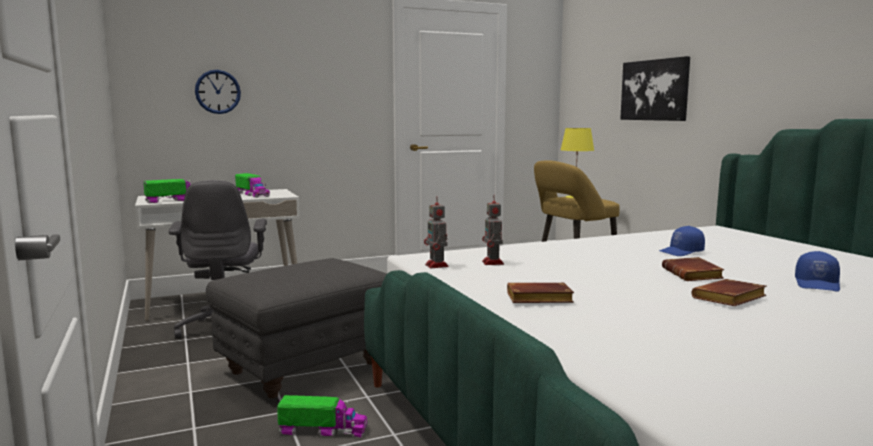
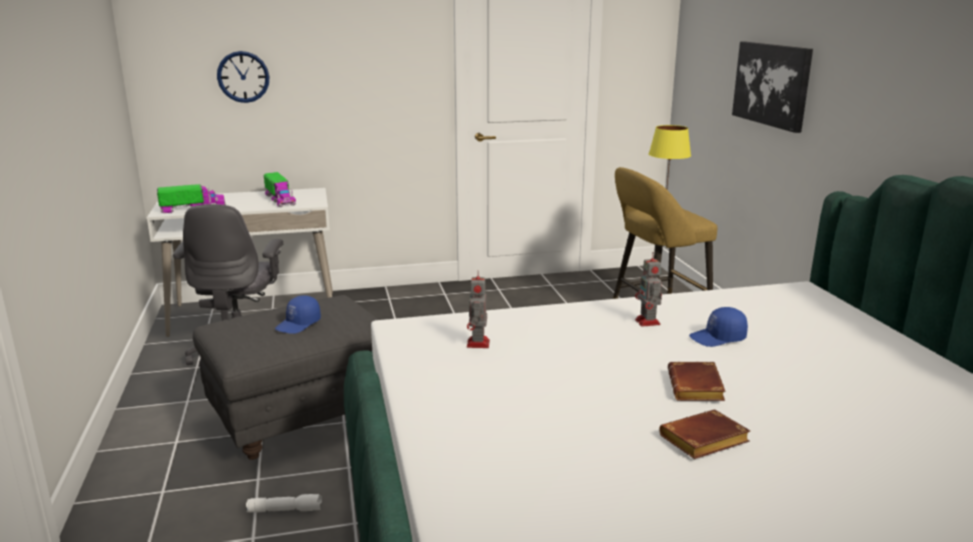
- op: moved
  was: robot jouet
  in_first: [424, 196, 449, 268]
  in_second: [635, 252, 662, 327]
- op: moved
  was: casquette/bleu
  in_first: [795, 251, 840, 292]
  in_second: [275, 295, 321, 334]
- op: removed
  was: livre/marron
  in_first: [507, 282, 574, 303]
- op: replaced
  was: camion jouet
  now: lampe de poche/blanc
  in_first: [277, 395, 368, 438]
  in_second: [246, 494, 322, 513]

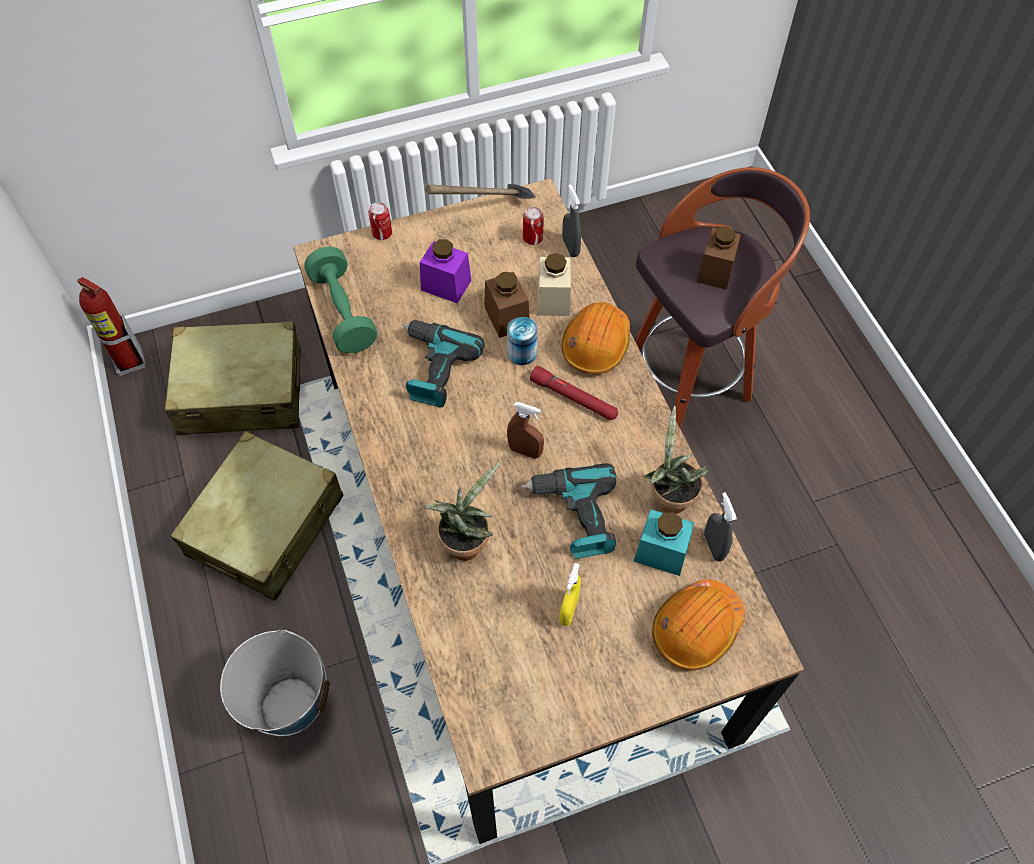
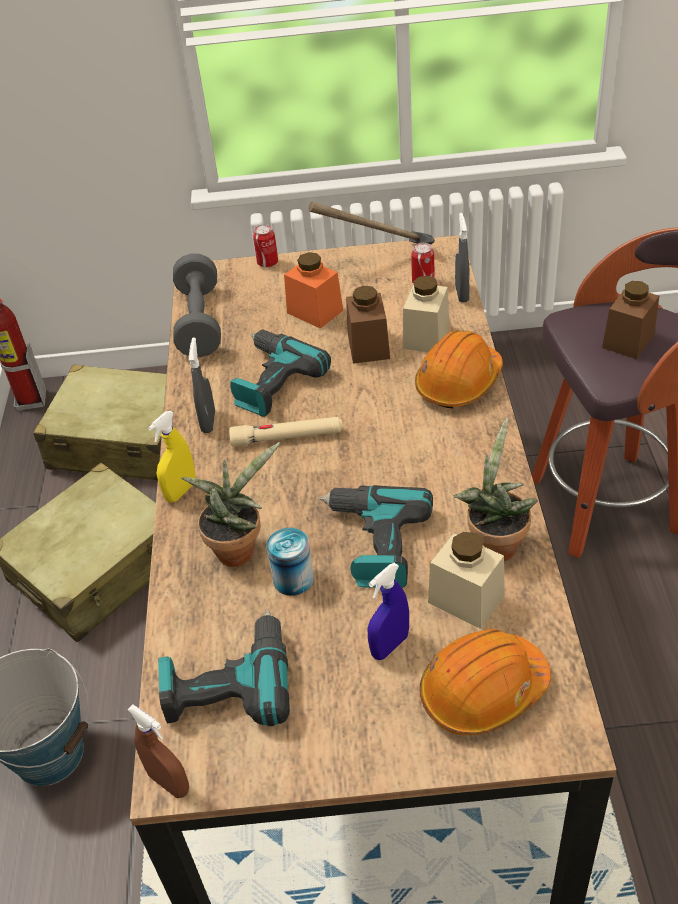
- op: recoloured
  was: bocal/violet
  now: bocal/orange
  in_first: [420, 239, 471, 304]
  in_second: [284, 252, 343, 329]
- op: recoloured
  was: haltère/vert
  now: haltère/gris
  in_first: [304, 246, 377, 353]
  in_second: [173, 254, 221, 357]
- op: moved
  was: boîte métallique
  in_first: [507, 317, 538, 365]
  in_second: [266, 528, 314, 596]
- op: removed
  was: lampe de poche/rouge
  in_first: [530, 366, 618, 420]
- op: moved
  was: vaporisateur/marron
  in_first: [507, 402, 544, 459]
  in_second: [128, 705, 189, 798]
- op: moved
  was: vaporisateur/gris
  in_first: [704, 492, 737, 561]
  in_second: [189, 338, 215, 433]
- op: recoloured
  was: bocal/turquoise
  now: bocal/beige
  in_first: [634, 509, 694, 576]
  in_second: [428, 532, 505, 629]
- op: moved
  was: vaporisateur/jaune
  in_first: [559, 563, 581, 626]
  in_second: [148, 411, 196, 503]
- op: added
  now: lampe de poche/beige
  in_second: [229, 417, 343, 447]
- op: added
  now: vaporisateur/bleu
  in_second: [367, 563, 409, 660]
- op: added
  now: perceuse
  in_second: [158, 609, 290, 726]

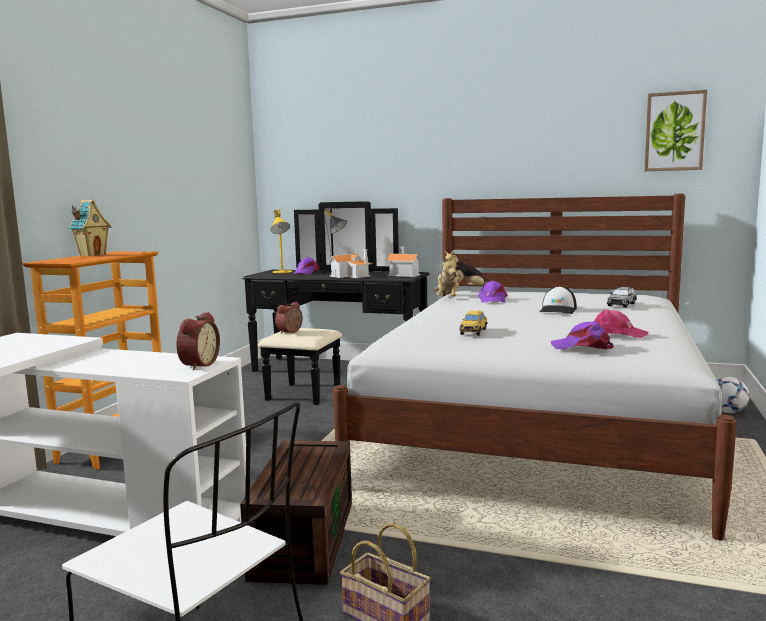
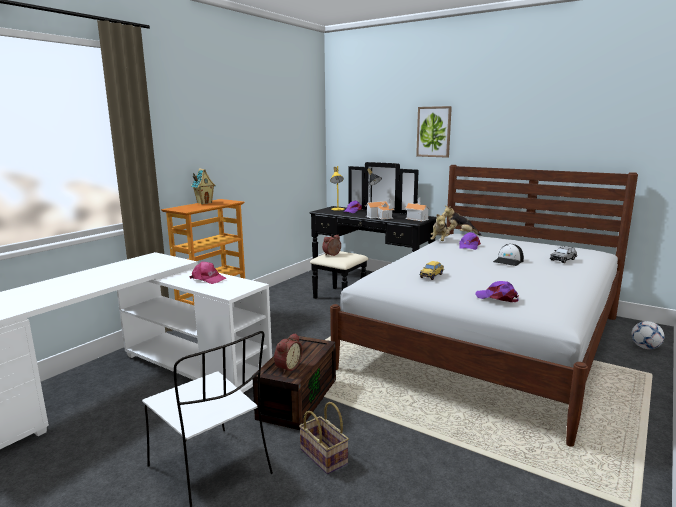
- op: moved
  was: tableau
  in_first: [644, 90, 707, 171]
  in_second: [416, 106, 452, 158]
- op: moved
  was: casquette/rose
  in_first: [595, 309, 648, 338]
  in_second: [189, 262, 227, 284]
- op: moved
  was: réveil
  in_first: [176, 312, 220, 370]
  in_second: [274, 333, 302, 374]

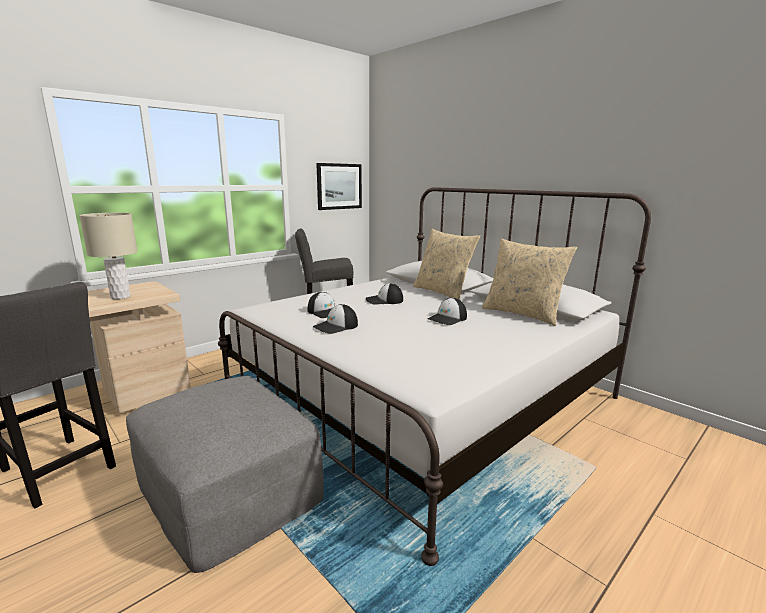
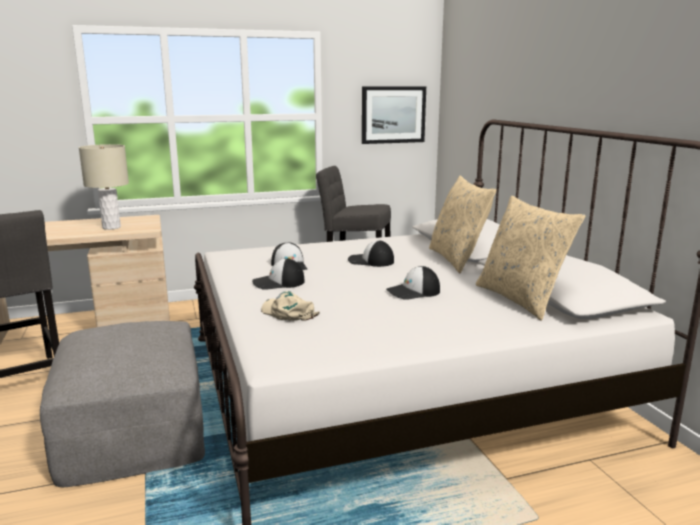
- op: added
  now: casquette/beige
  in_second: [261, 291, 320, 321]

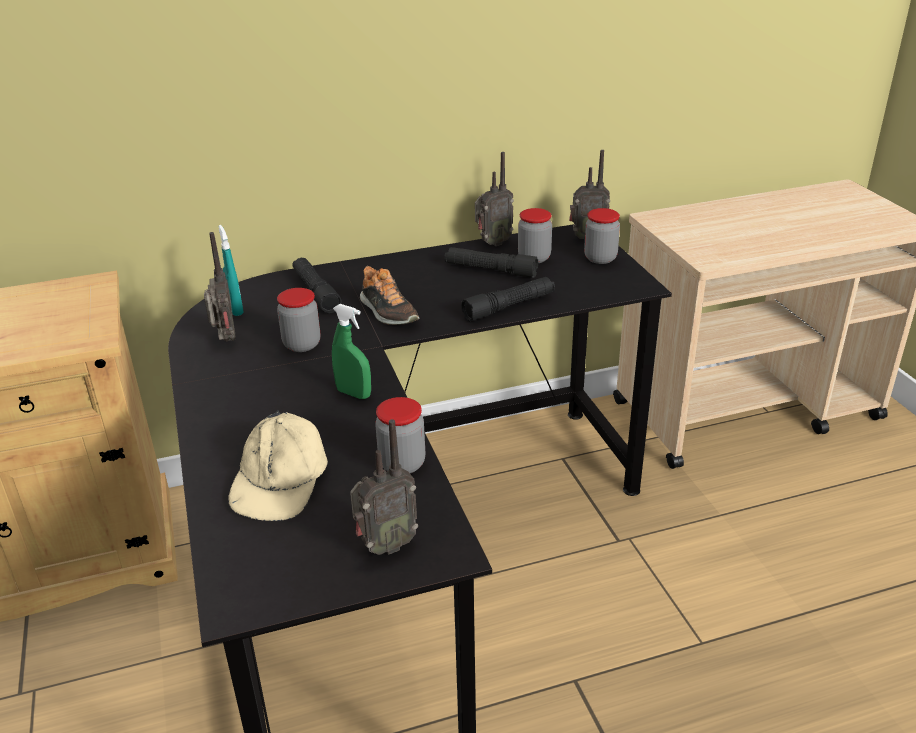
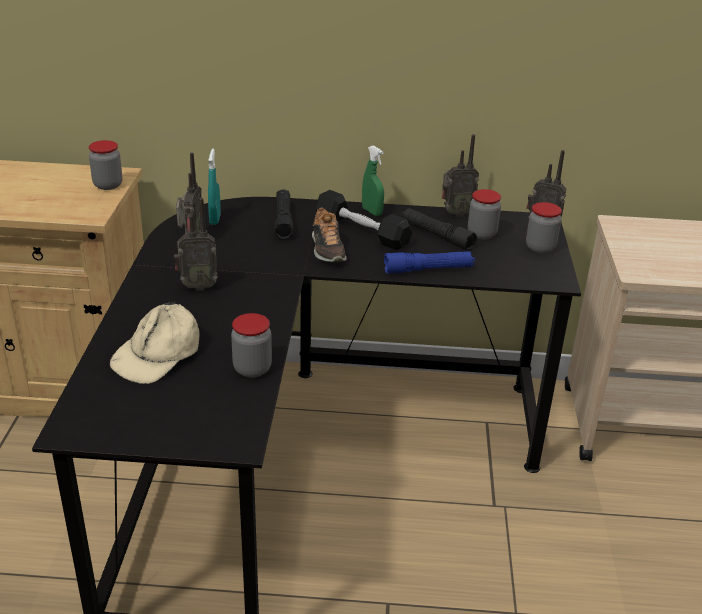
- op: recoloured
  was: lampe de poche/noir
  now: lampe de poche/bleu
  in_first: [461, 277, 555, 321]
  in_second: [384, 251, 475, 273]
- op: moved
  was: bocal
  in_first: [277, 288, 320, 352]
  in_second: [89, 140, 123, 190]
- op: moved
  was: vaporisateur/vert
  in_first: [332, 304, 371, 399]
  in_second: [362, 146, 384, 216]
- op: moved
  was: radio
  in_first: [350, 419, 418, 555]
  in_second: [174, 198, 218, 291]
- op: added
  now: haltère/noir
  in_second: [315, 190, 412, 250]

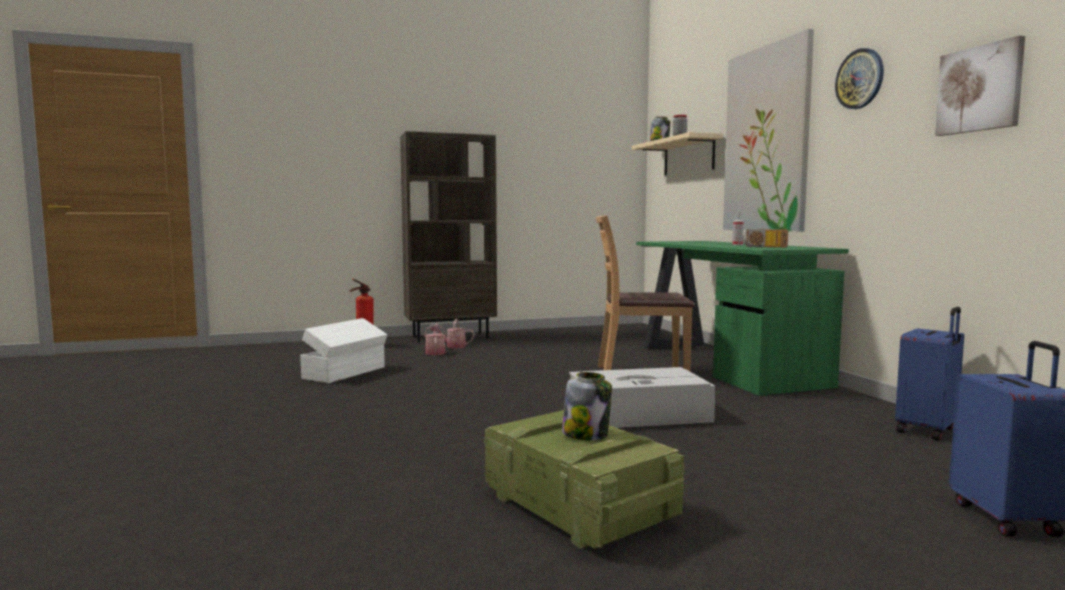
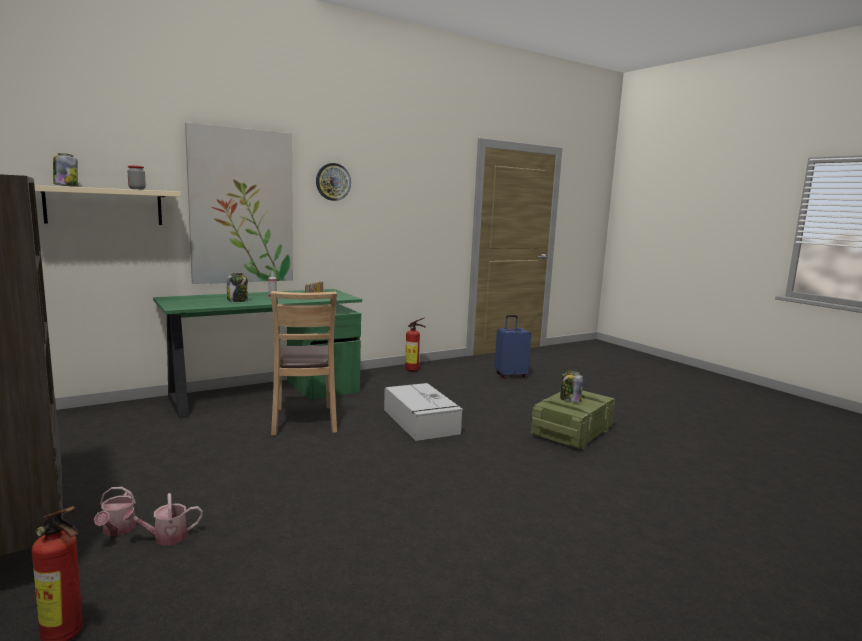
- op: removed
  was: tableau
  in_first: [935, 35, 1025, 136]
- op: replaced
  was: valise/bleu
  now: extincteur
  in_first: [895, 307, 964, 440]
  in_second: [405, 318, 426, 371]
- op: removed
  was: boîte de rangement/blanc
  in_first: [300, 318, 387, 383]
- op: added
  now: bocal
  in_second: [227, 273, 248, 302]

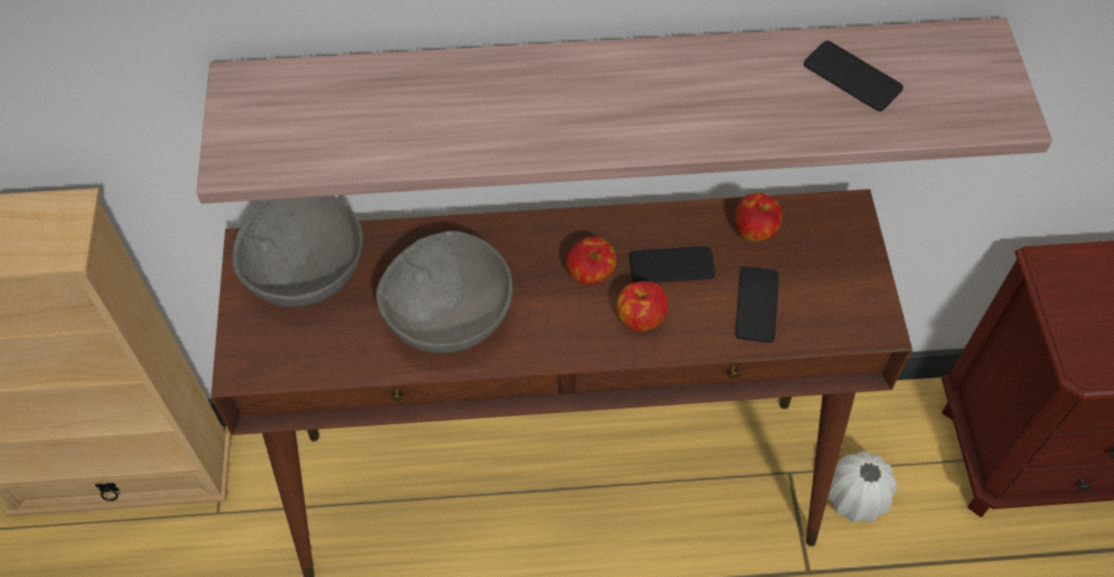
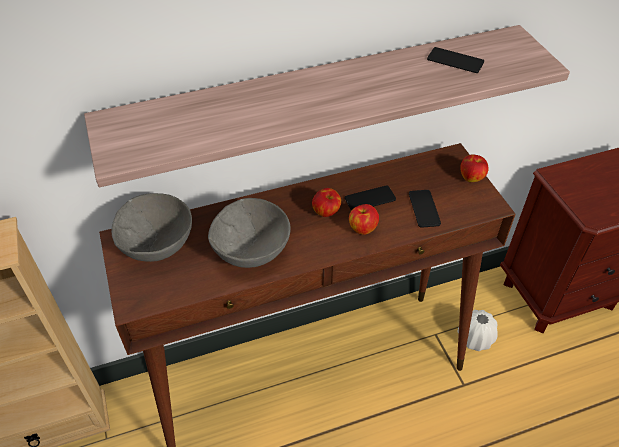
- op: moved
  was: pomme
  in_first: [735, 193, 782, 241]
  in_second: [460, 154, 489, 182]

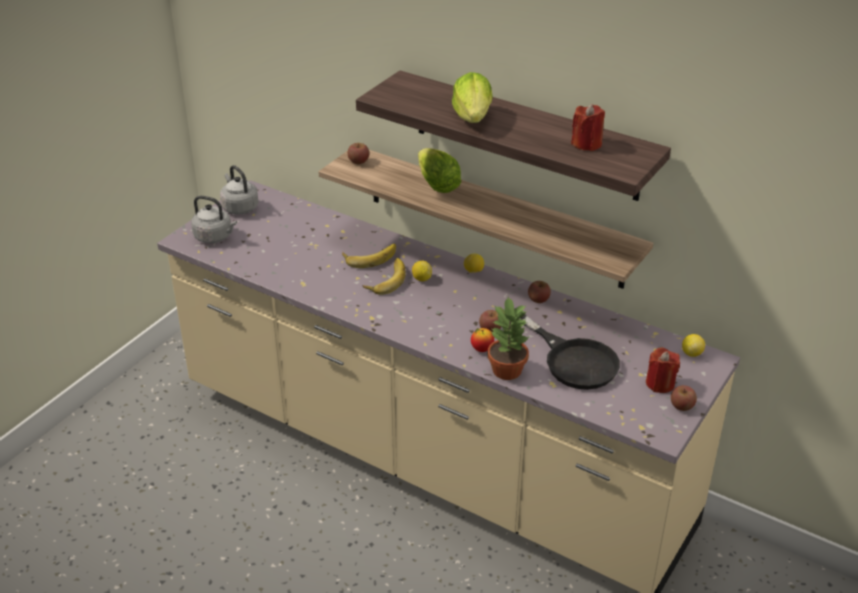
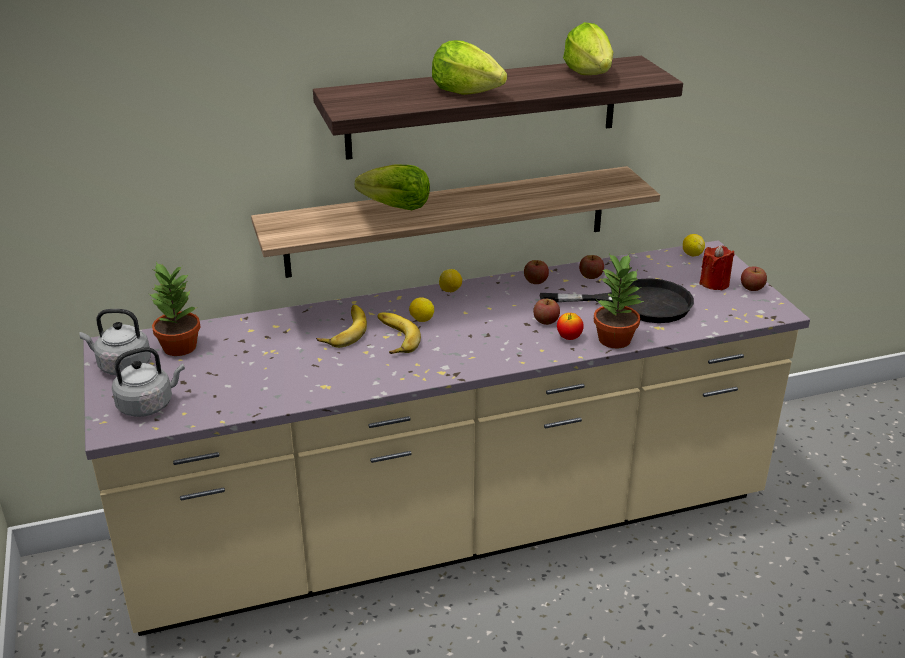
- op: replaced
  was: bougie/rouge
  now: laitue
  in_first: [571, 104, 605, 151]
  in_second: [563, 22, 613, 75]
- op: moved
  was: pomme
  in_first: [348, 143, 369, 164]
  in_second: [579, 255, 604, 279]
- op: added
  now: plante en pot
  in_second: [149, 262, 201, 356]

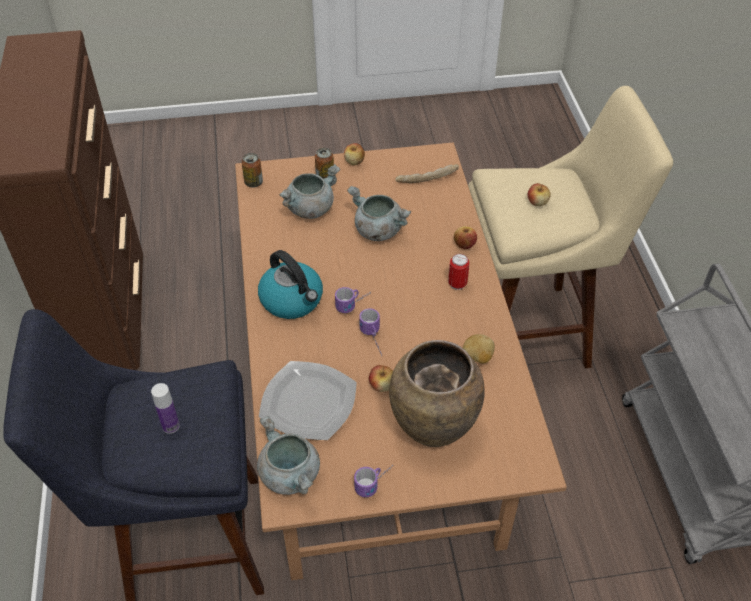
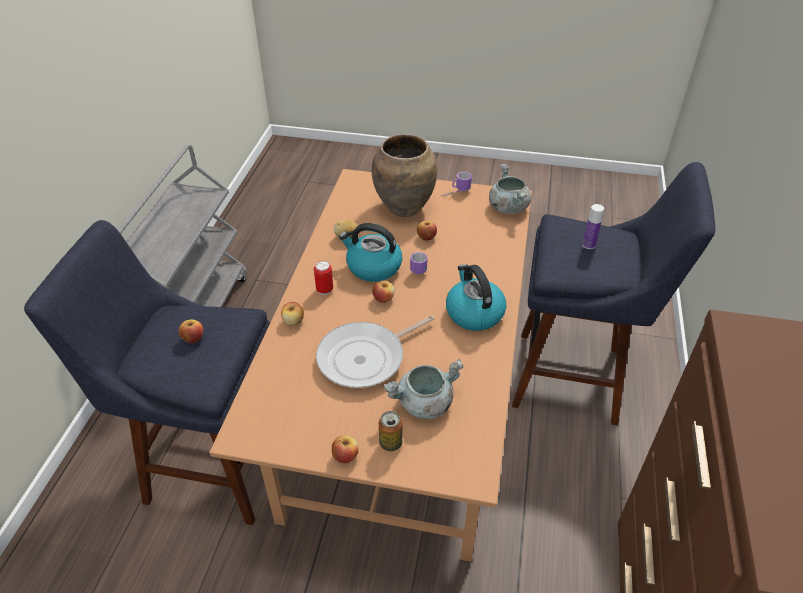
- op: recoloured
  was: tabouret/beige
  now: tabouret/bleu
  in_first: [468, 86, 673, 368]
  in_second: [24, 220, 270, 525]
- op: removed
  was: boîte métallique
  in_first: [242, 153, 263, 188]
- op: removed
  was: pain
  in_first: [395, 164, 459, 183]
- op: replaced
  was: marmite/gris
  now: poêle
  in_first: [347, 186, 411, 241]
  in_second: [316, 315, 434, 388]
- op: removed
  was: mug
  in_first: [335, 287, 371, 313]
- op: removed
  was: assiette
  in_first: [259, 361, 357, 440]
- op: added
  now: bouilloire
  in_second: [339, 223, 402, 282]
- op: added
  now: pomme
  in_second: [372, 281, 395, 303]

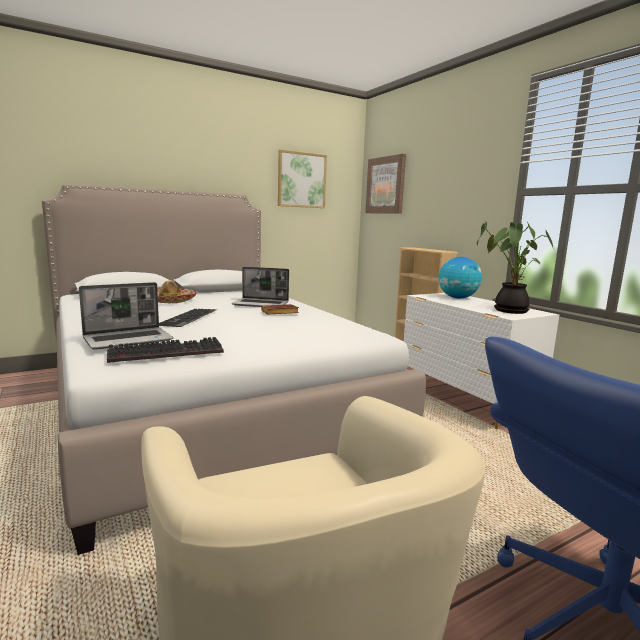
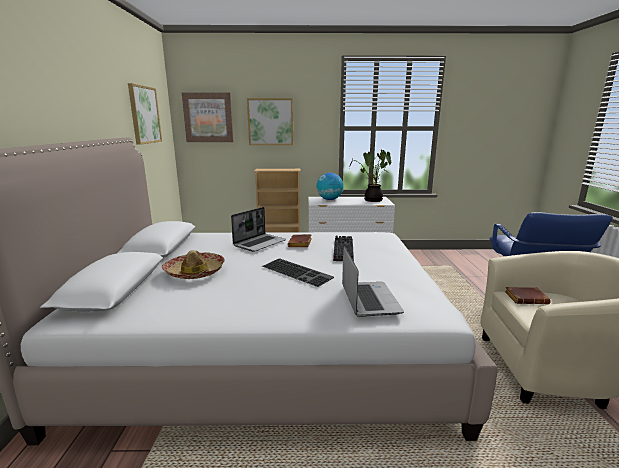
- op: moved
  was: clavier
  in_first: [107, 337, 224, 363]
  in_second: [333, 236, 354, 261]
- op: added
  now: tableau
  in_second: [247, 98, 293, 145]
- op: added
  now: livre/marron
  in_second: [505, 287, 551, 304]

